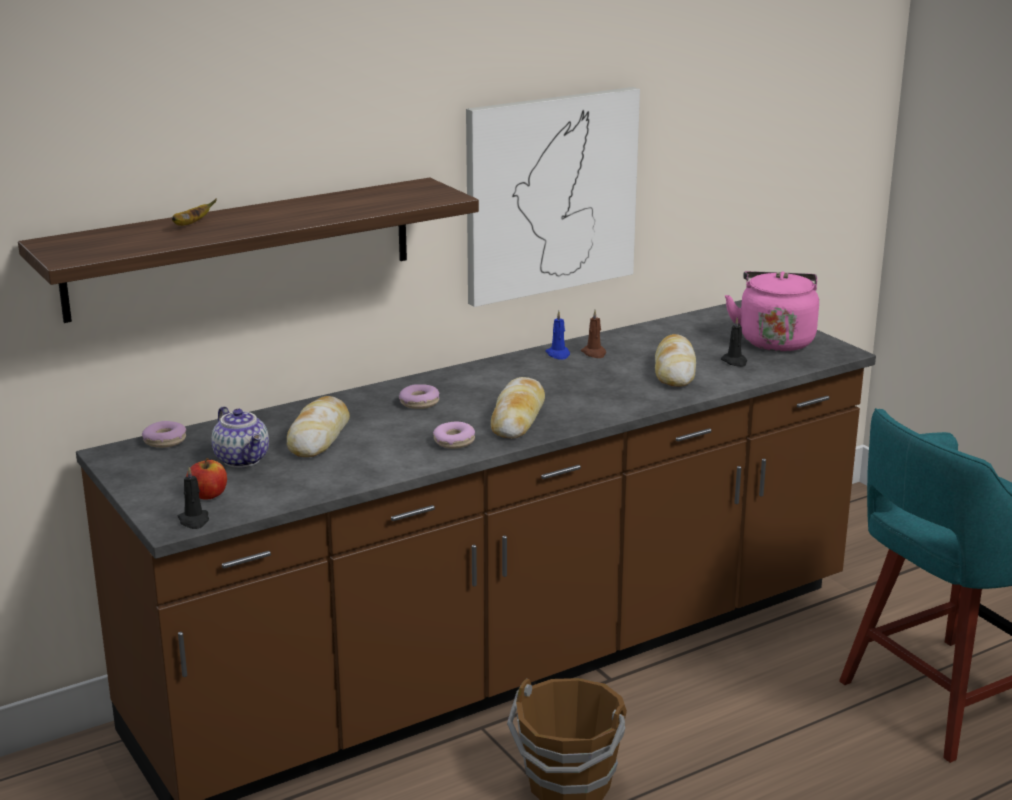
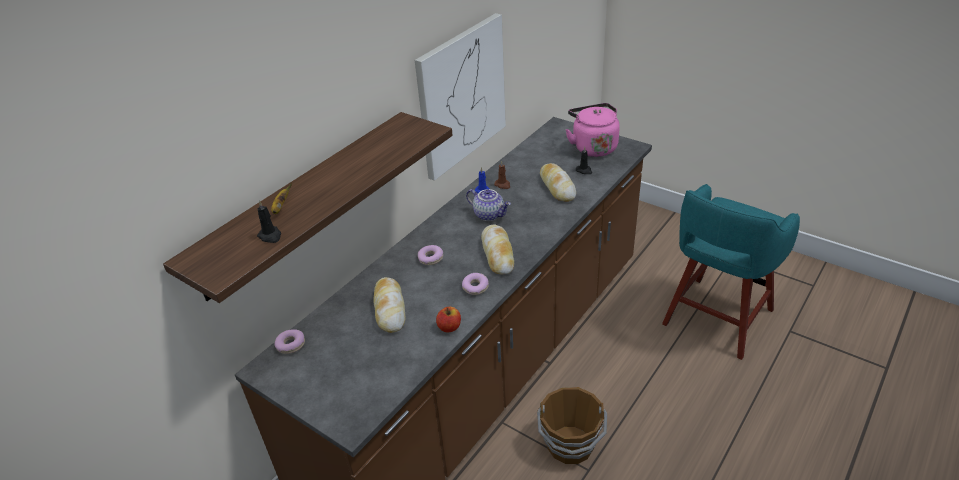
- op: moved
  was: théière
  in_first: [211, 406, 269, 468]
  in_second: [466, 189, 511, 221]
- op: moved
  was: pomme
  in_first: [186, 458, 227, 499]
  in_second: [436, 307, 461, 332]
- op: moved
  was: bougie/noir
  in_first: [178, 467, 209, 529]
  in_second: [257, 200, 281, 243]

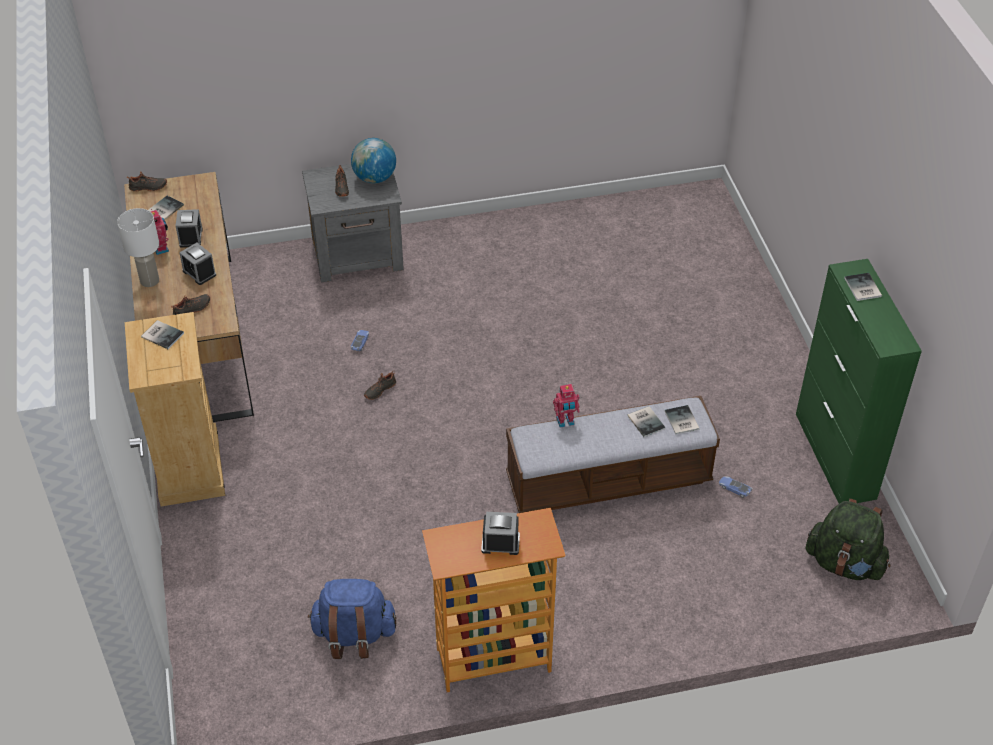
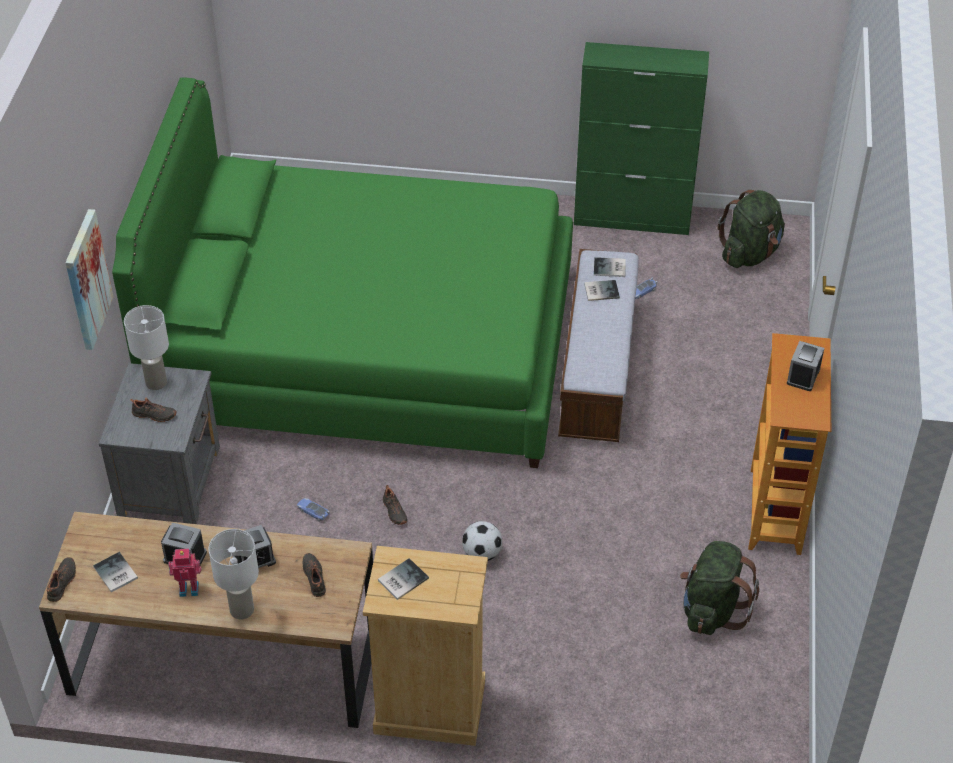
- op: replaced
  was: globe
  now: lampe de table/blanc
  in_first: [351, 138, 396, 183]
  in_second: [124, 305, 169, 390]
- op: removed
  was: livre
  in_first: [844, 273, 882, 301]
- op: removed
  was: robot jouet
  in_first: [553, 384, 579, 427]
- op: recoloured
  was: sac à dos/bleu
  now: sac à dos/vert
  in_first: [308, 579, 396, 659]
  in_second: [680, 541, 759, 635]
- op: added
  now: lit/vert
  in_second: [112, 77, 573, 468]
- op: added
  now: tableau
  in_second: [65, 209, 114, 350]
- op: added
  now: ballon de foot
  in_second: [462, 521, 502, 561]

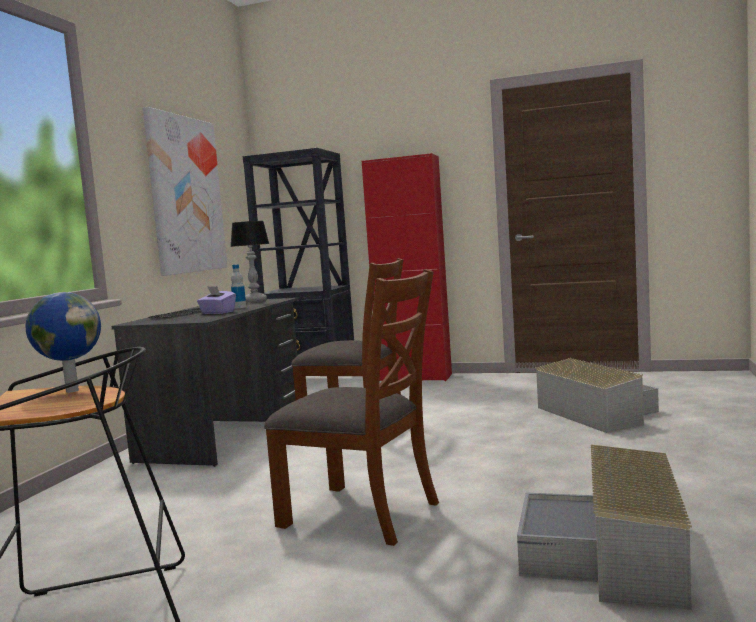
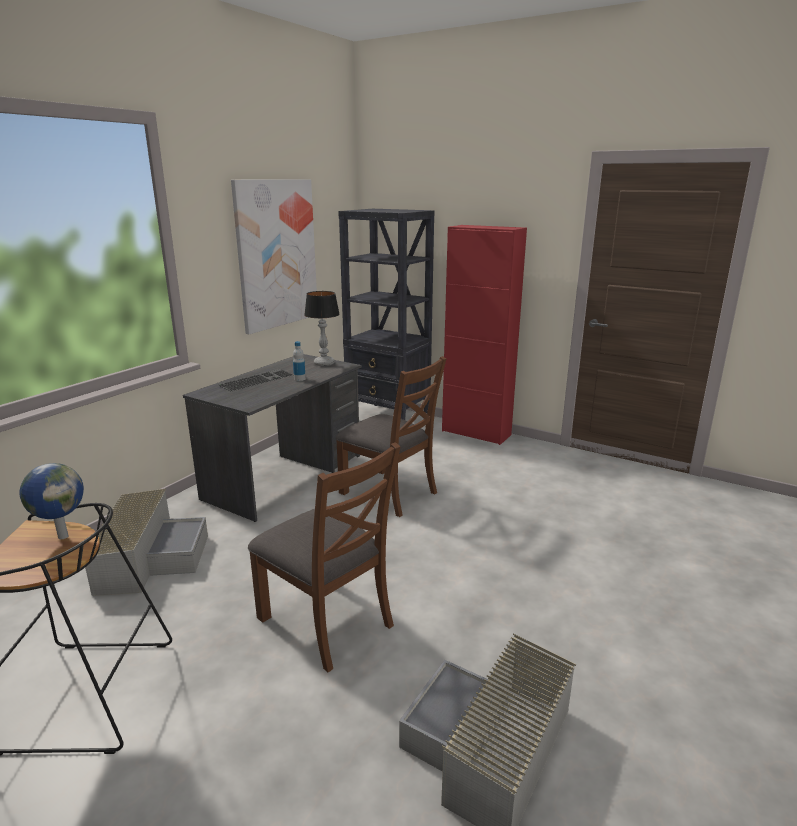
- op: removed
  was: boîte à mouchoirs/violet
  in_first: [197, 286, 236, 314]
- op: moved
  was: boîte de rangement/gris
  in_first: [535, 358, 659, 433]
  in_second: [85, 489, 208, 596]

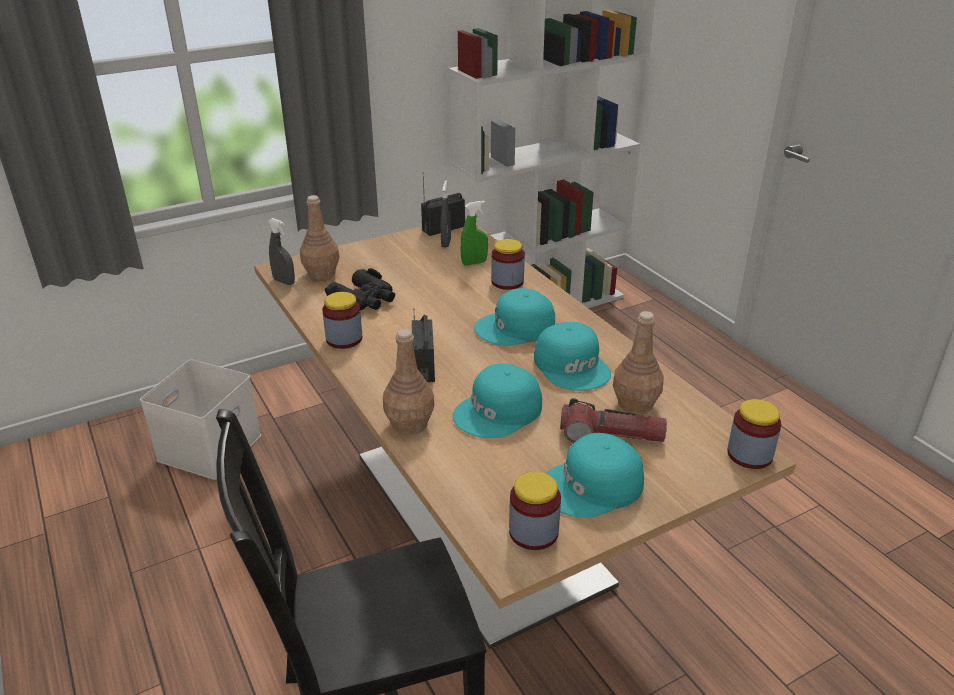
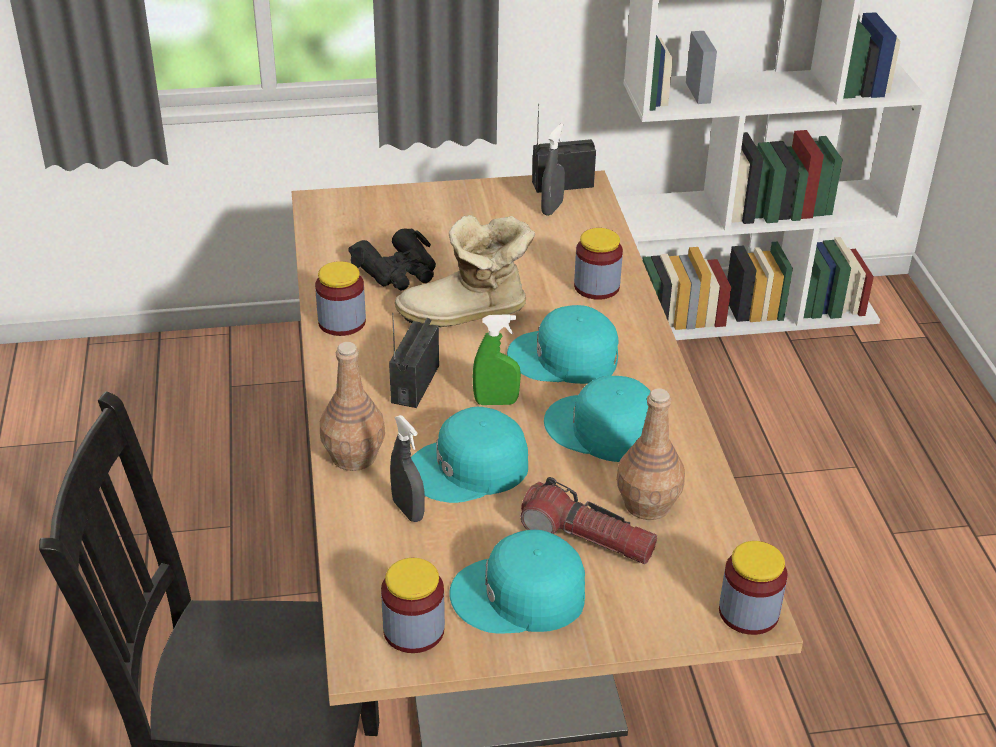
- op: removed
  was: bouteille/marron
  in_first: [300, 195, 340, 280]
- op: moved
  was: vaporisateur/vert
  in_first: [460, 201, 488, 266]
  in_second: [472, 314, 521, 405]
- op: moved
  was: vaporisateur/gris
  in_first: [268, 218, 295, 285]
  in_second: [390, 415, 425, 522]
- op: turned
  was: casquette/turquoise
  in_first: [534, 322, 611, 391]
  in_second: [544, 376, 651, 462]
  clockwise: 120
- op: removed
  was: boîte de rangement/blanc
  in_first: [140, 359, 261, 480]
- op: added
  now: botte
  in_second: [395, 215, 535, 327]

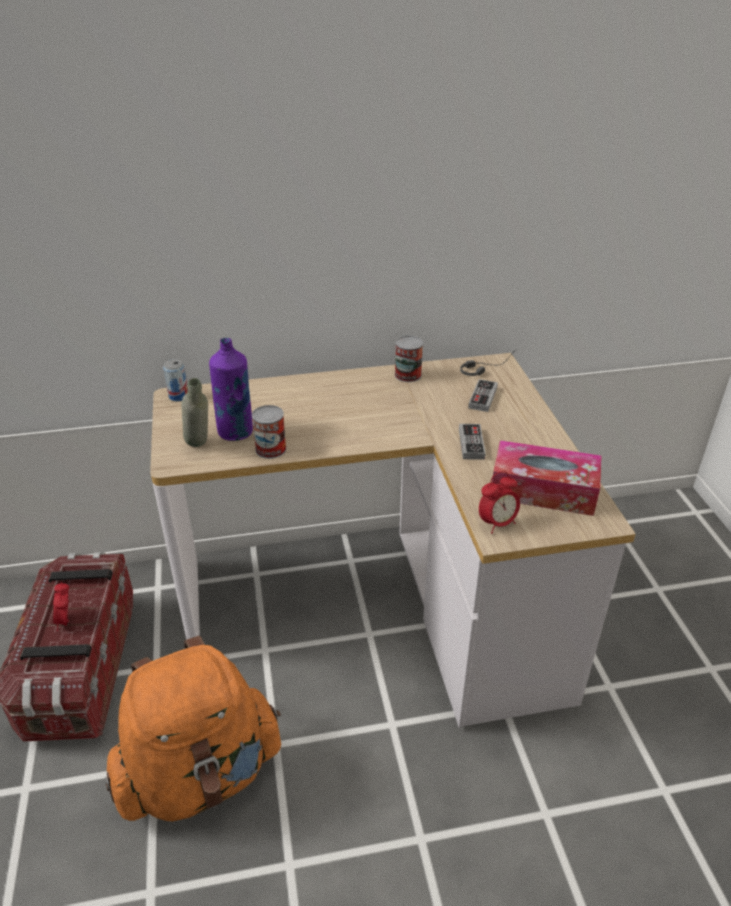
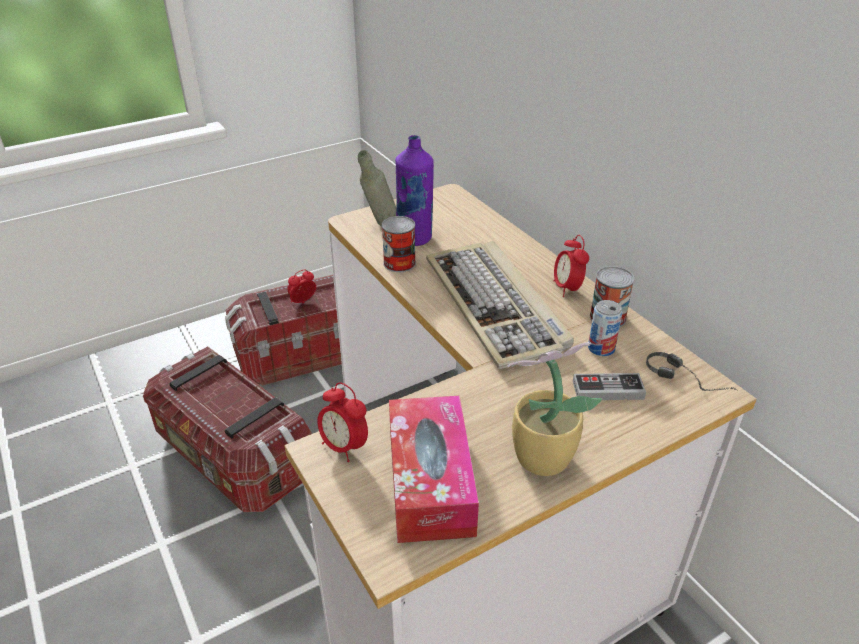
- op: moved
  was: boîte métallique
  in_first: [163, 359, 188, 402]
  in_second: [588, 300, 622, 356]
- op: removed
  was: manette
  in_first: [459, 424, 486, 460]
- op: replaced
  was: sac à dos/orange
  now: boîte de rangement
  in_first: [105, 636, 281, 821]
  in_second: [143, 347, 312, 512]
- op: added
  now: réveil
  in_second: [553, 235, 589, 297]
- op: added
  now: clavier
  in_second: [426, 241, 574, 369]
- op: added
  now: plante en pot
  in_second: [508, 342, 603, 476]

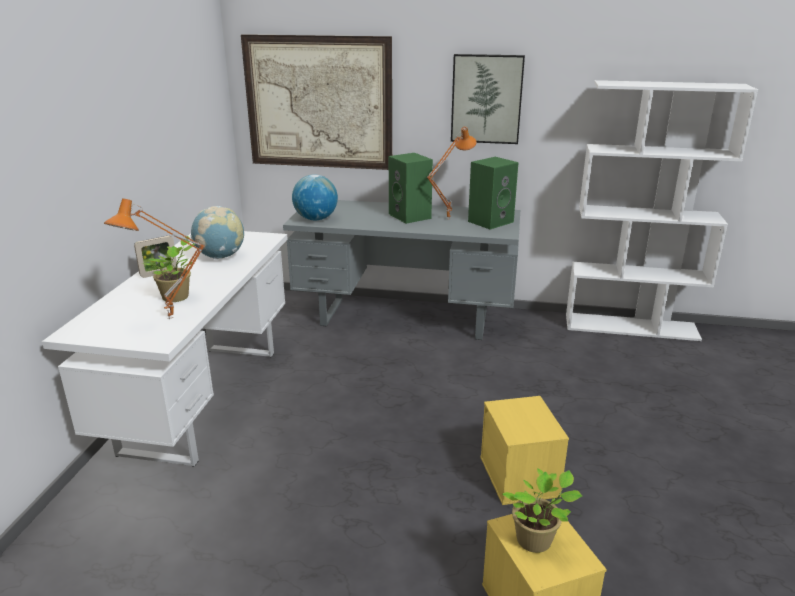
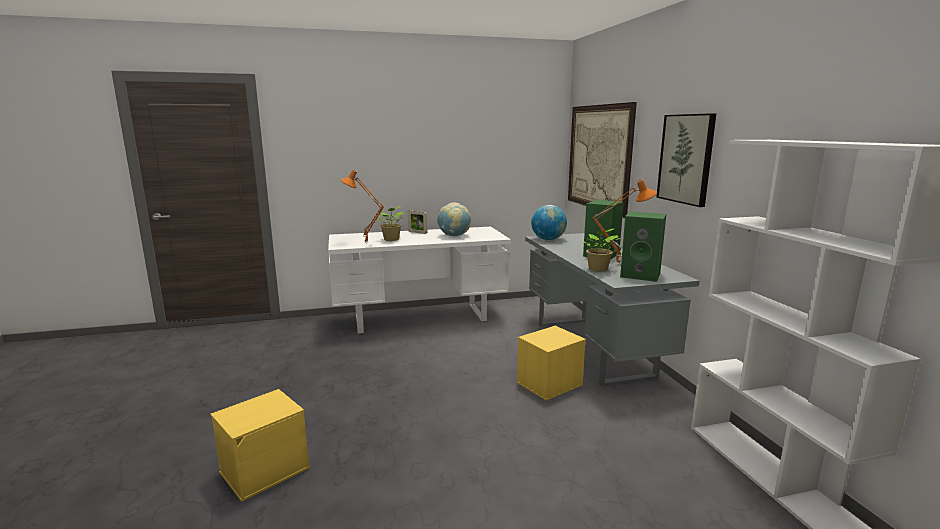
- op: moved
  was: boîte de rangement/jaune
  in_first: [480, 396, 569, 505]
  in_second: [517, 326, 586, 400]
- op: moved
  was: plante en pot
  in_first: [502, 468, 582, 553]
  in_second: [583, 228, 621, 272]

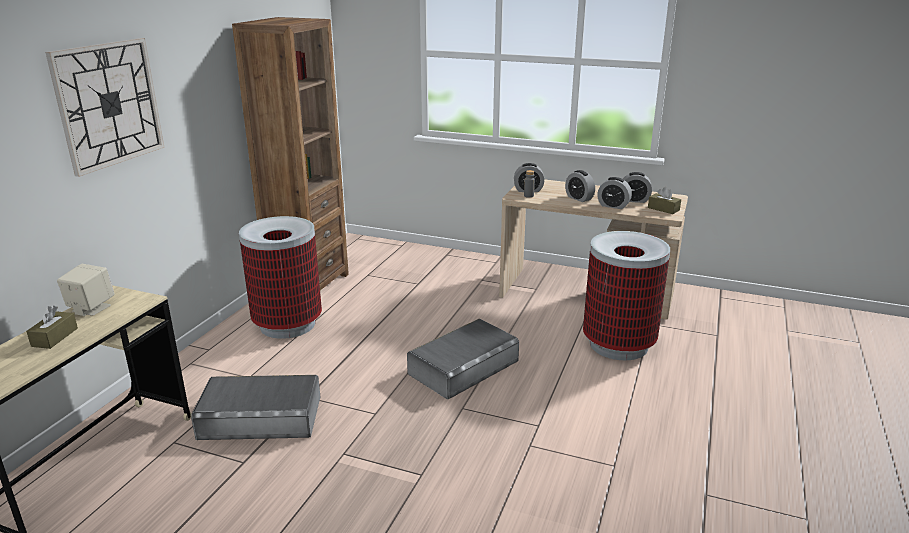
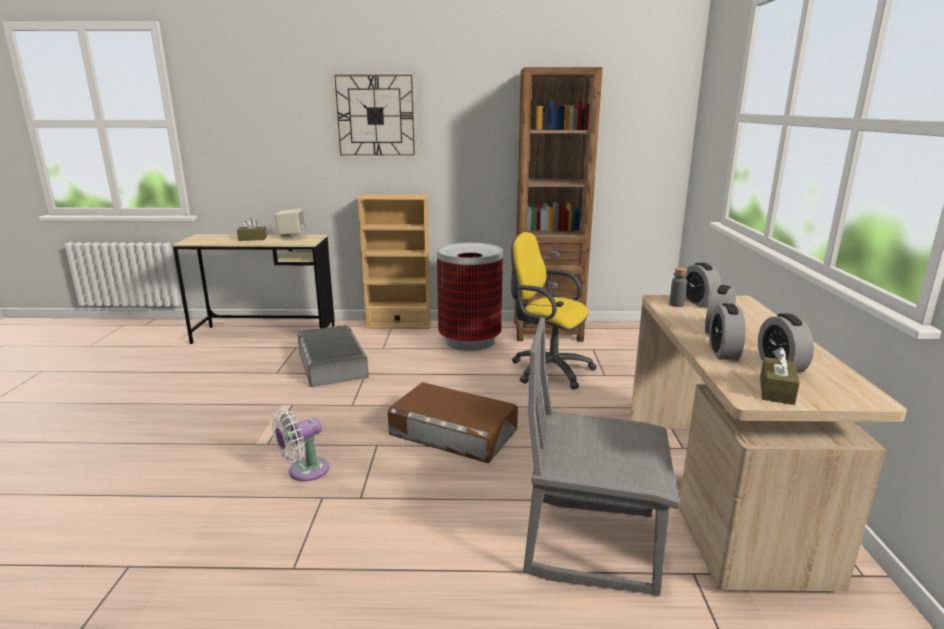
- op: replaced
  was: poubelle
  now: chaise/gris
  in_first: [583, 231, 670, 360]
  in_second: [523, 317, 680, 596]
- op: recoloured
  was: boîte de rangement/gris
  now: boîte de rangement/marron
  in_first: [407, 319, 519, 399]
  in_second: [388, 382, 518, 463]
- op: added
  now: bibliothèque/beige
  in_second: [356, 194, 432, 329]
- op: added
  now: chaise de bureau/jaune
  in_second: [511, 232, 597, 389]
- op: added
  now: ventilateur/blanc
  in_second: [272, 409, 329, 481]

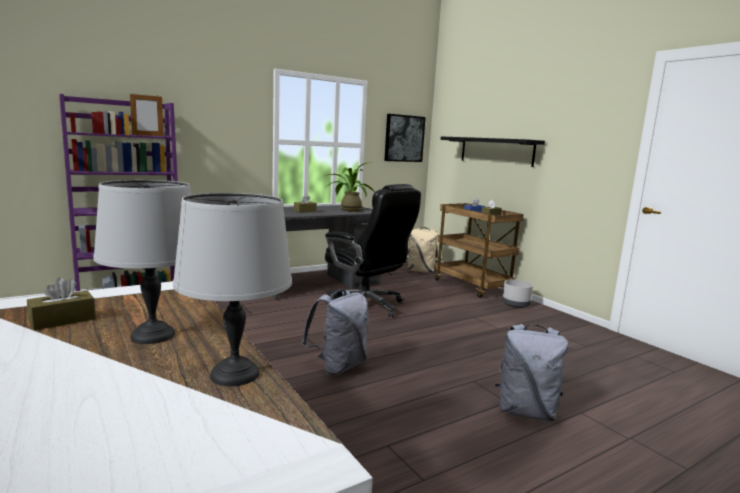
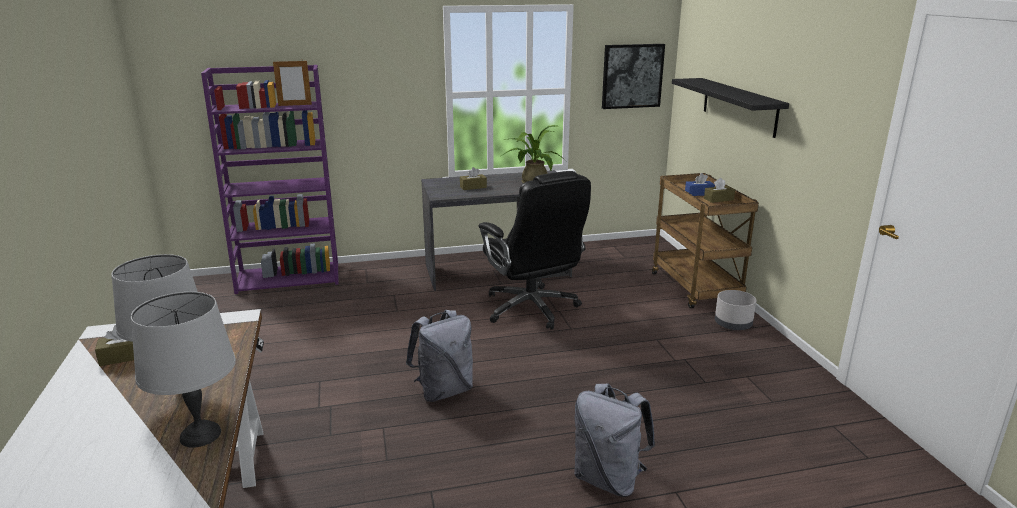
- op: removed
  was: sac à dos/beige
  in_first: [407, 227, 438, 273]

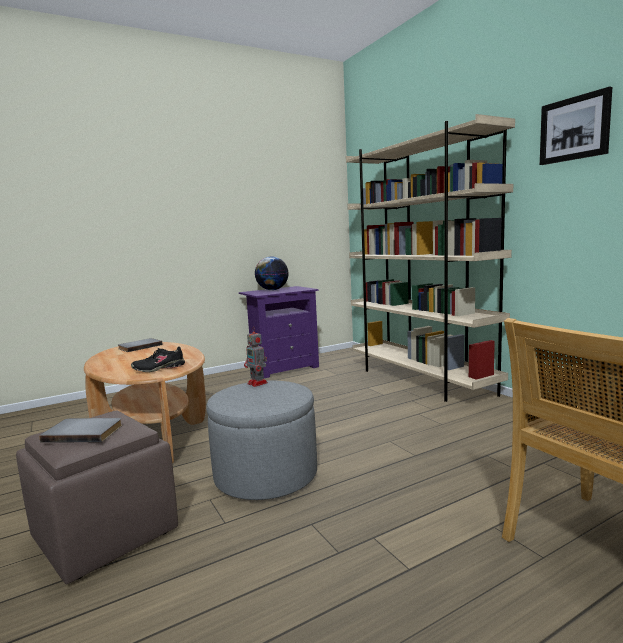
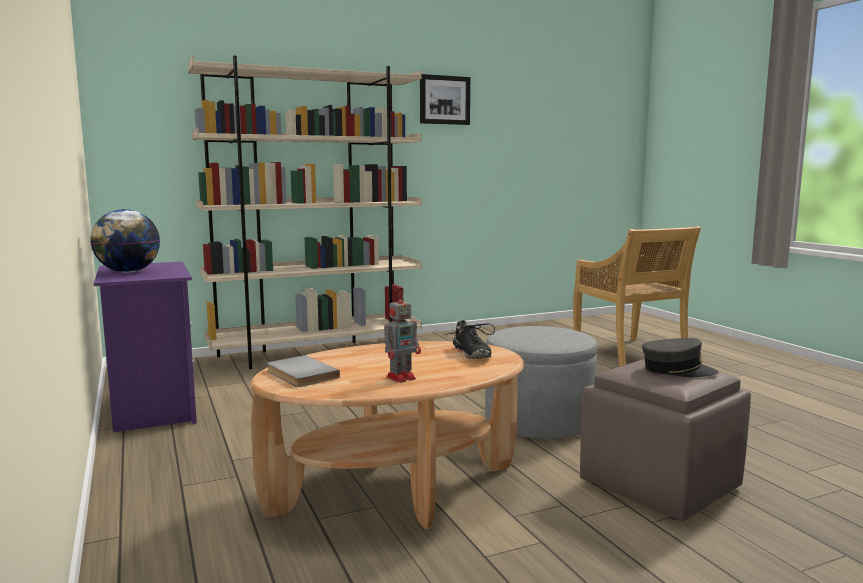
- op: moved
  was: robot jouet
  in_first: [244, 328, 268, 387]
  in_second: [384, 292, 421, 383]
- op: replaced
  was: livre/gris
  now: casquette/gris
  in_first: [39, 418, 122, 443]
  in_second: [642, 338, 719, 377]

